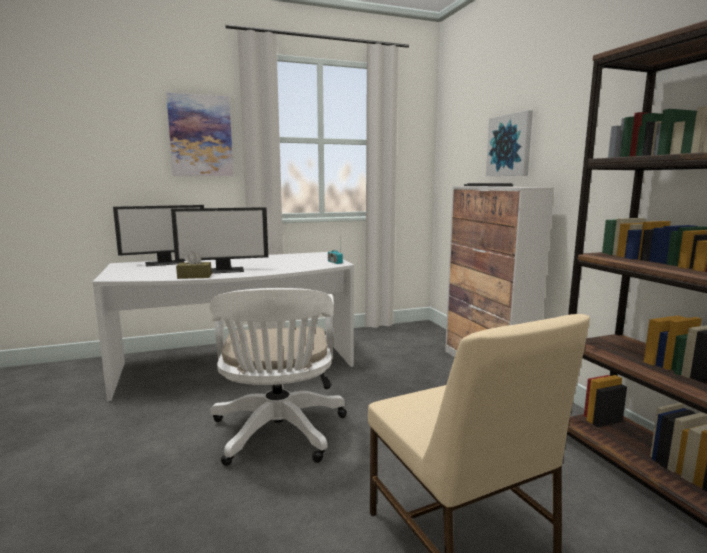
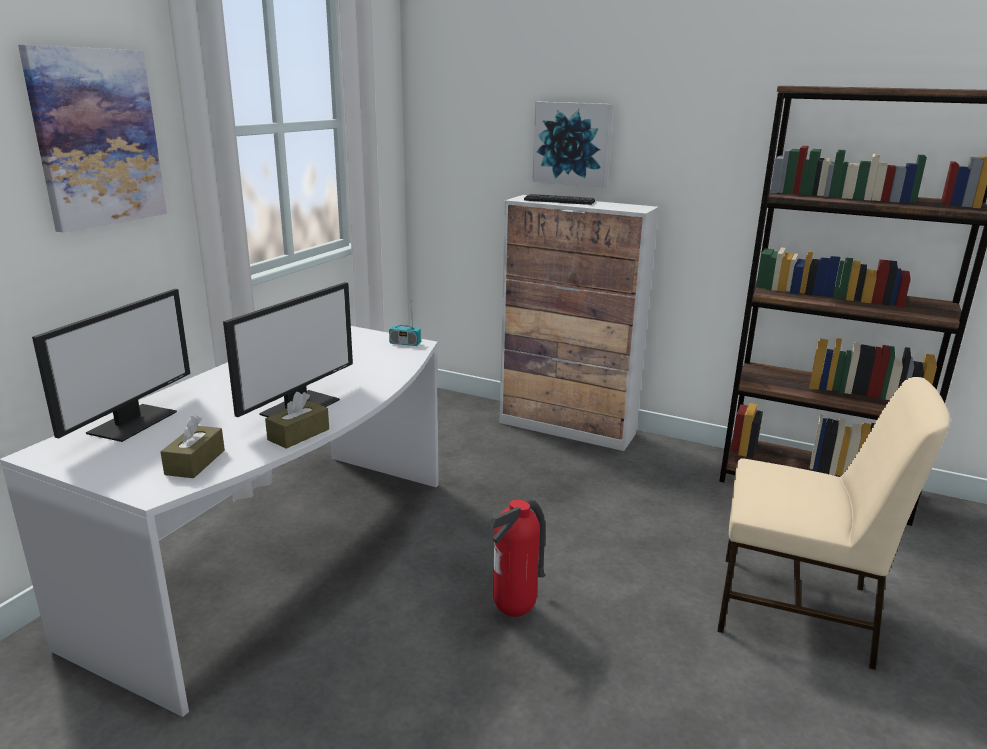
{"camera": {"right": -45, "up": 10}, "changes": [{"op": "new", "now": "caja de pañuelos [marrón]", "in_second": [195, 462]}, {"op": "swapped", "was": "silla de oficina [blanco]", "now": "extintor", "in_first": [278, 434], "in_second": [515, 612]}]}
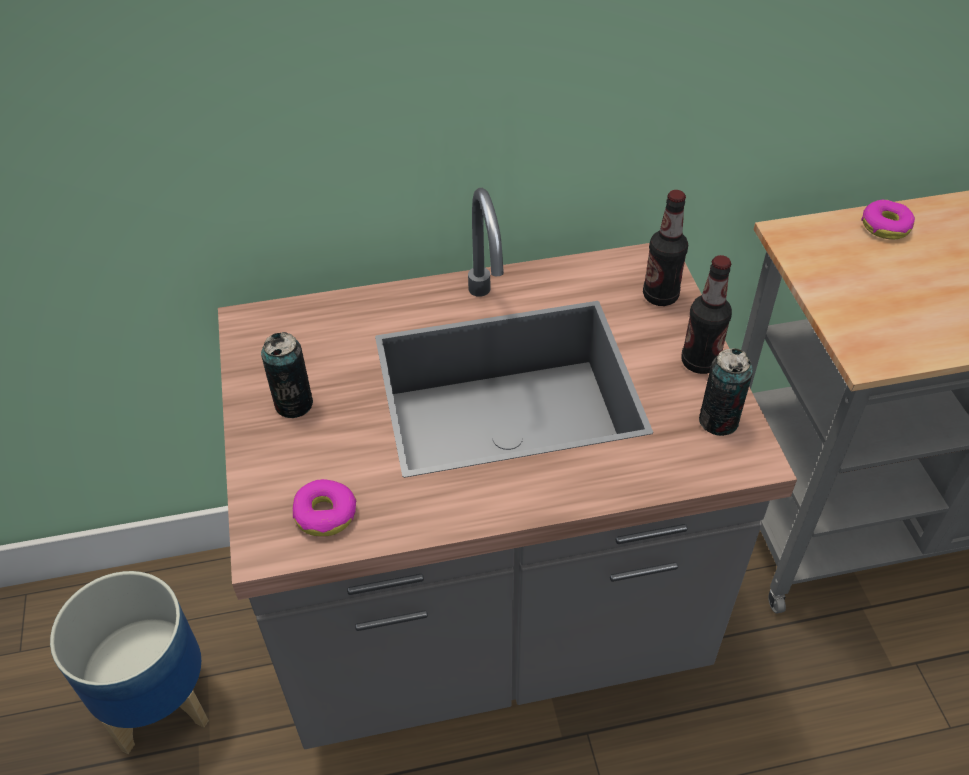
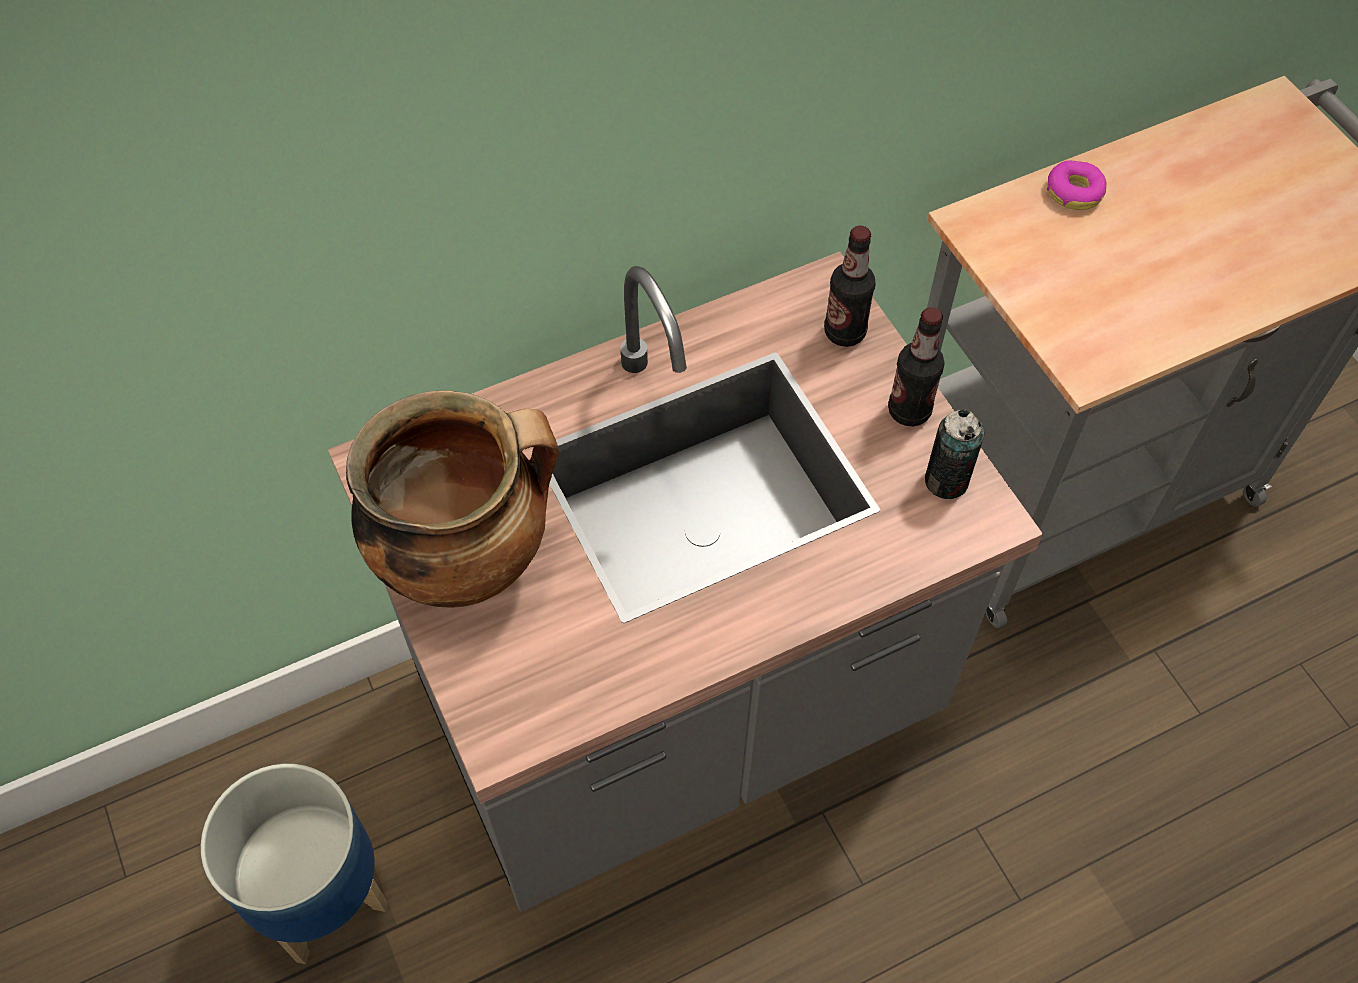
{"camera": {"right": -15, "up": 10}, "changes": [{"op": "gone", "was": "rosquilla", "in_first": [325, 514]}, {"op": "swapped", "was": "lata", "now": "olla", "in_first": [293, 404], "in_second": [467, 558]}]}
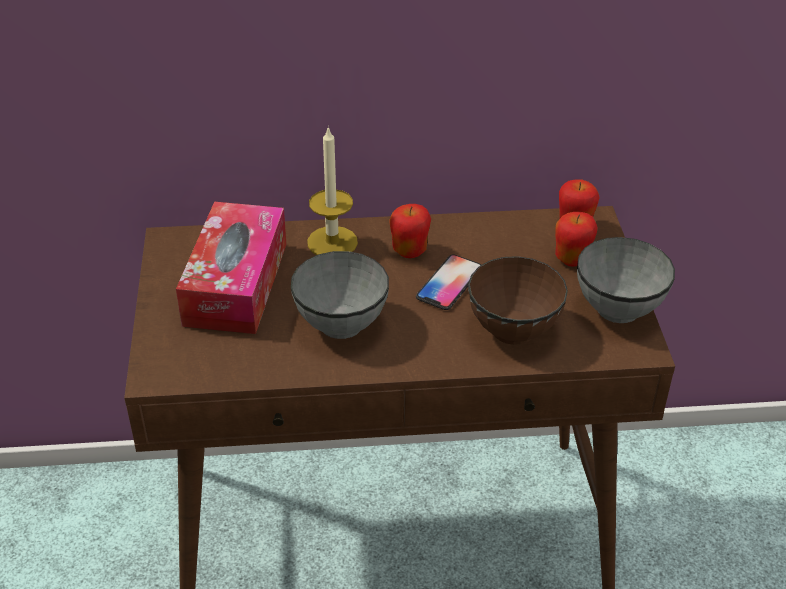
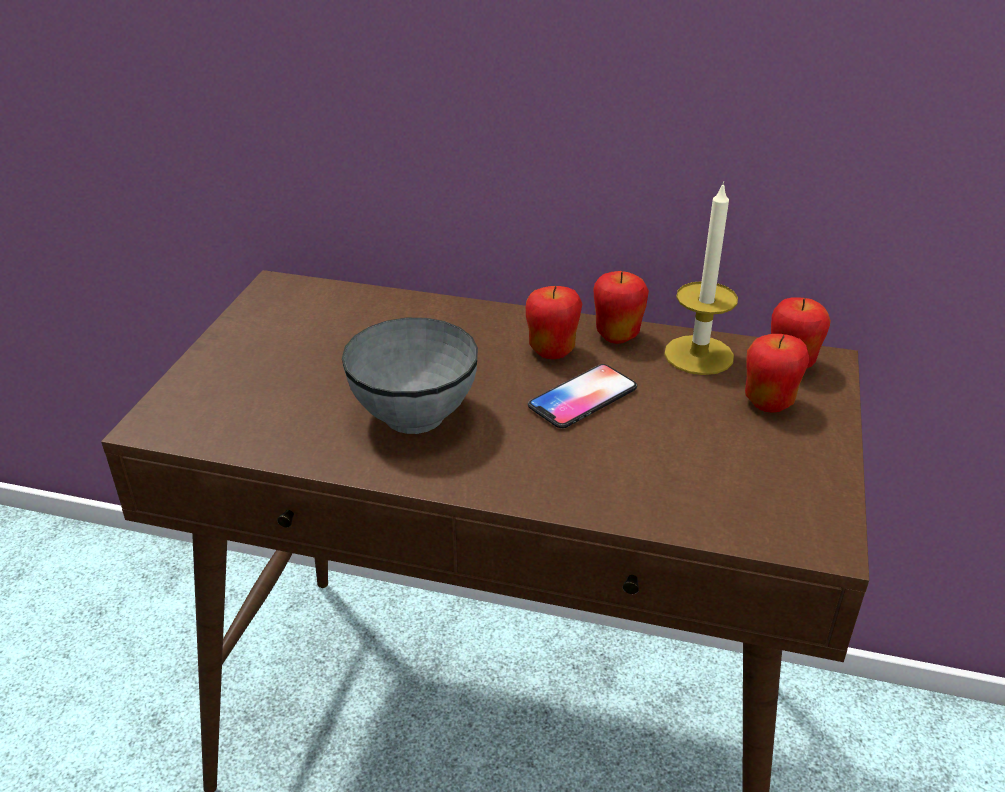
{"camera": {"right": 20, "up": -5}, "changes": [{"op": "gone", "was": "caja de pañuelos", "in_first": [236, 283]}, {"op": "gone", "was": "cuenco [marrón]", "in_first": [514, 329]}, {"op": "gone", "was": "cuenco [gris]", "in_first": [617, 308]}, {"op": "new", "now": "manzana", "in_second": [617, 335]}, {"op": "shifted", "was": "vela", "in_first": [332, 242], "in_second": [698, 355]}]}
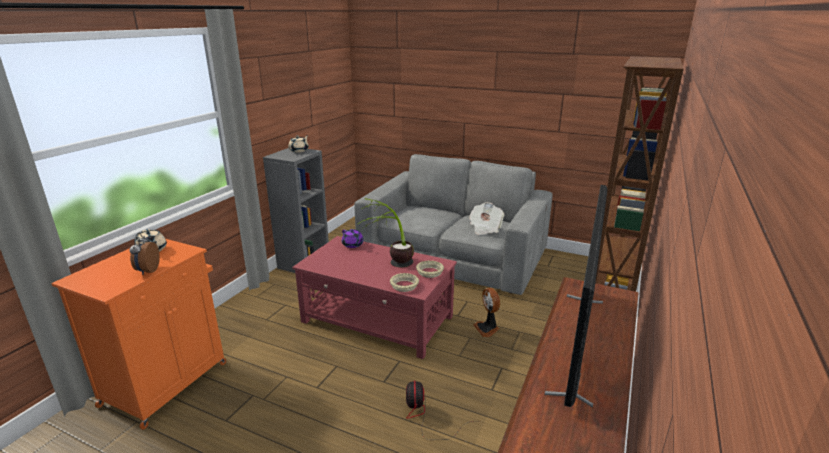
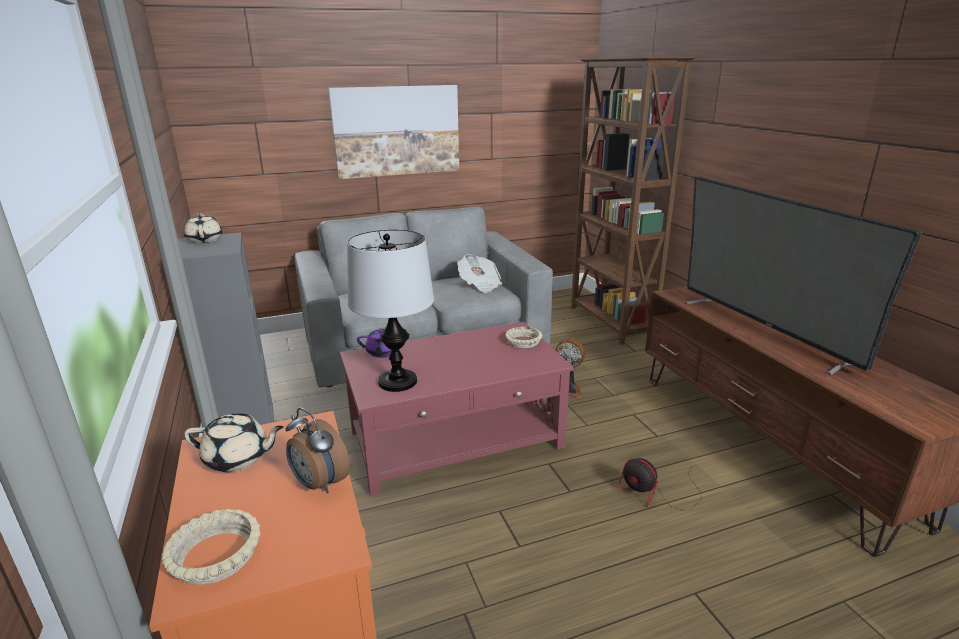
{"camera": {"right": -45, "up": 0}, "changes": [{"op": "gone", "was": "planta en maceta", "in_first": [391, 266]}, {"op": "new", "now": "cuadro", "in_second": [396, 131]}, {"op": "new", "now": "lámpara de mesa", "in_second": [398, 382]}, {"op": "shifted", "was": "cuenco [beis]", "in_first": [404, 285], "in_second": [214, 555]}]}
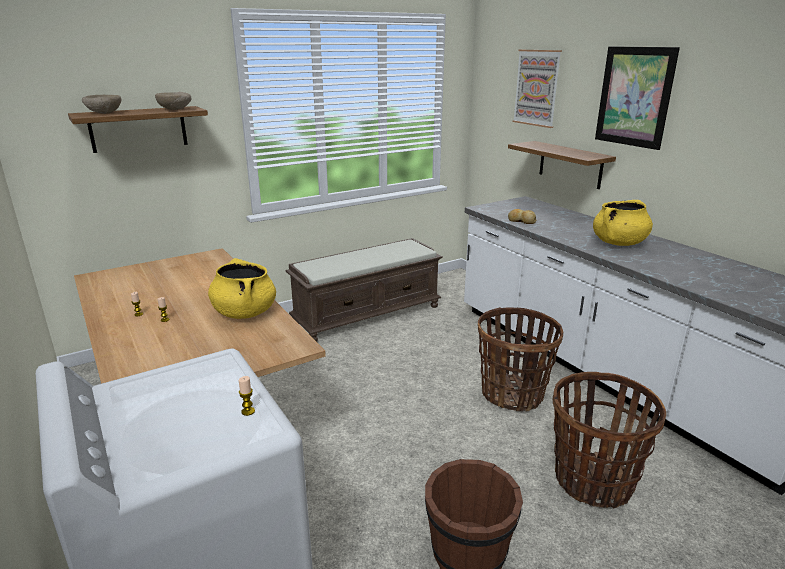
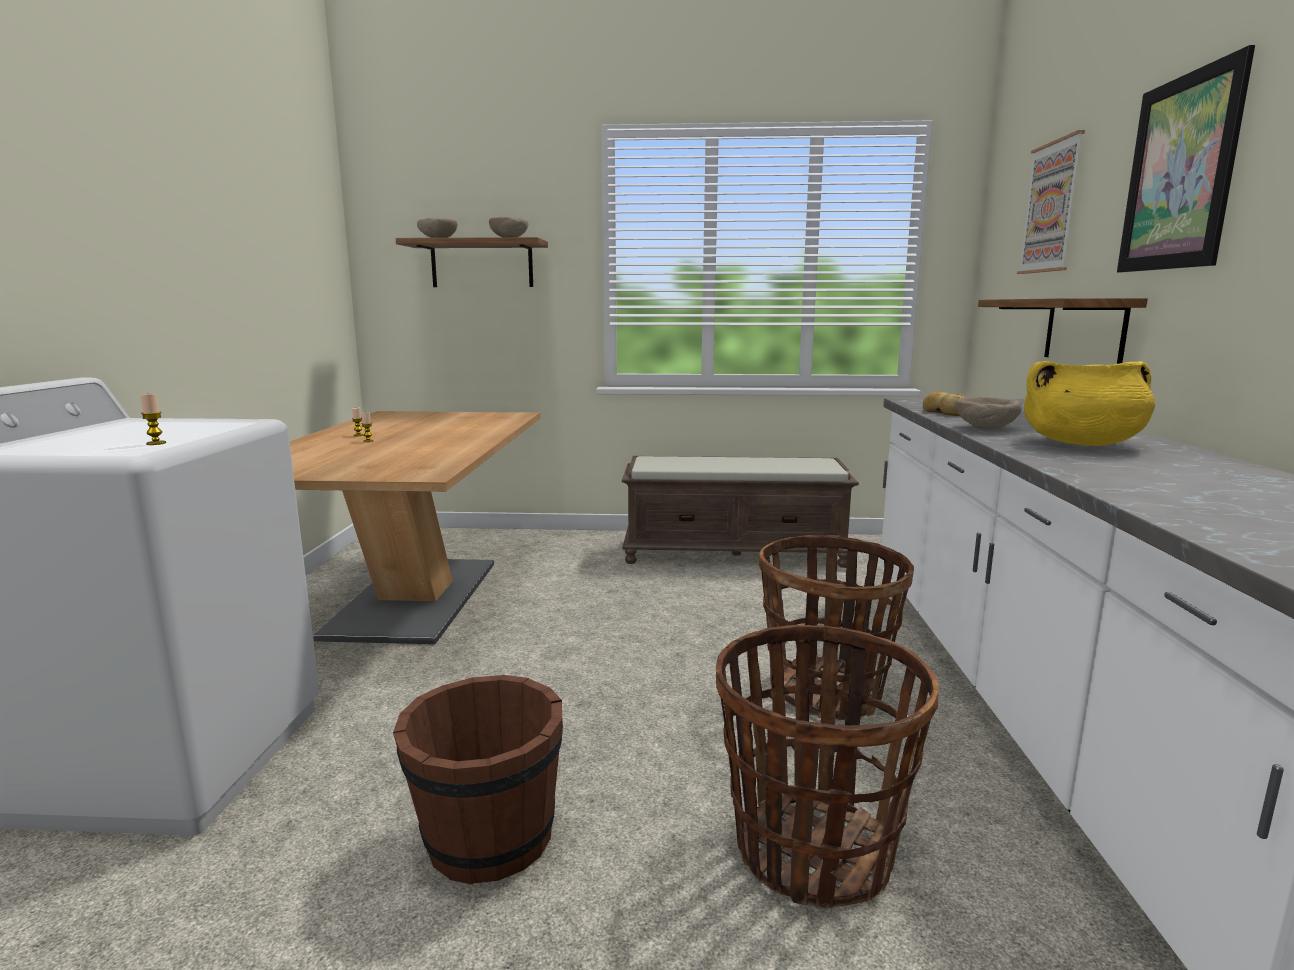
{"camera": {"right": 35, "up": -10}, "changes": [{"op": "gone", "was": "olla [amarillo]", "in_first": [244, 312]}, {"op": "new", "now": "cuenco [beis]", "in_second": [984, 429]}]}
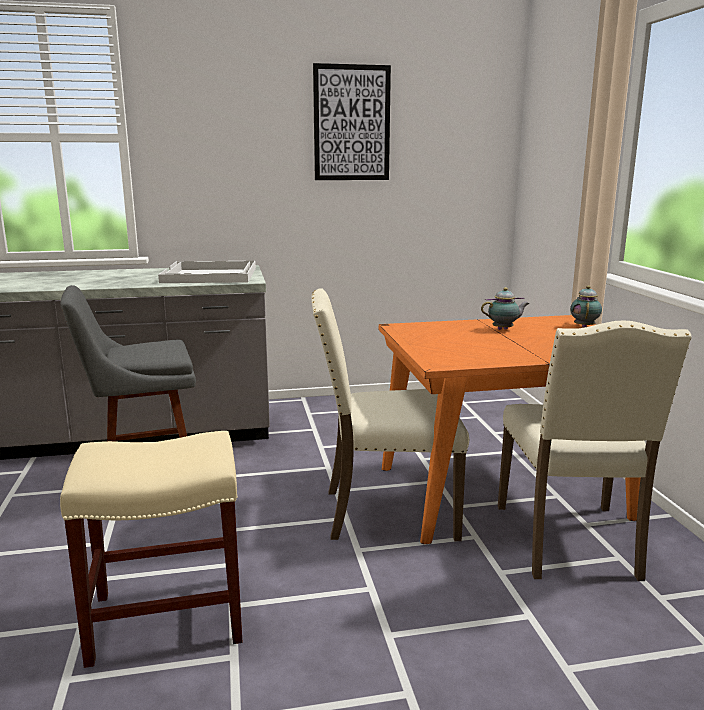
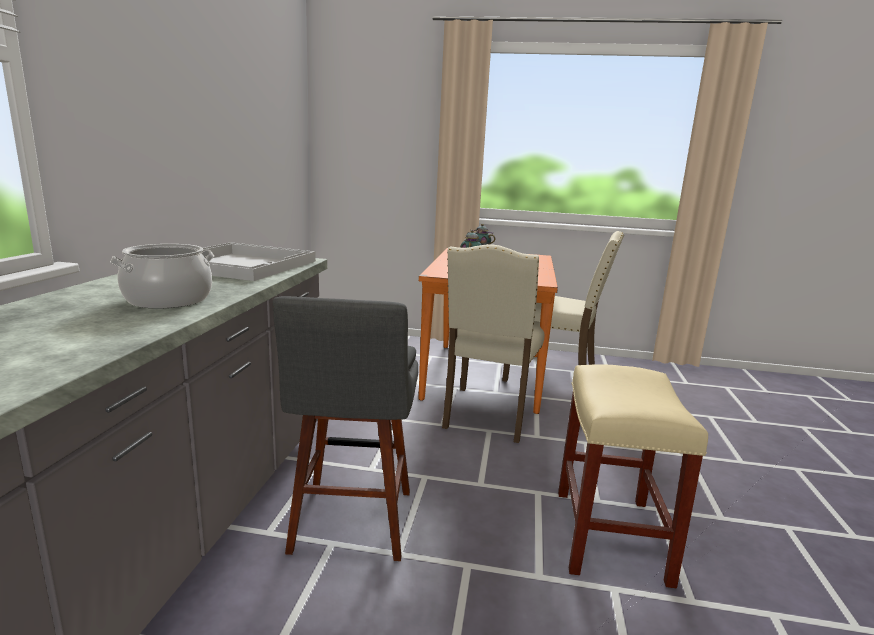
{"camera": {"right": -70, "up": 0}, "changes": [{"op": "gone", "was": "cuadro", "in_first": [351, 123]}, {"op": "new", "now": "olla", "in_second": [168, 300]}]}
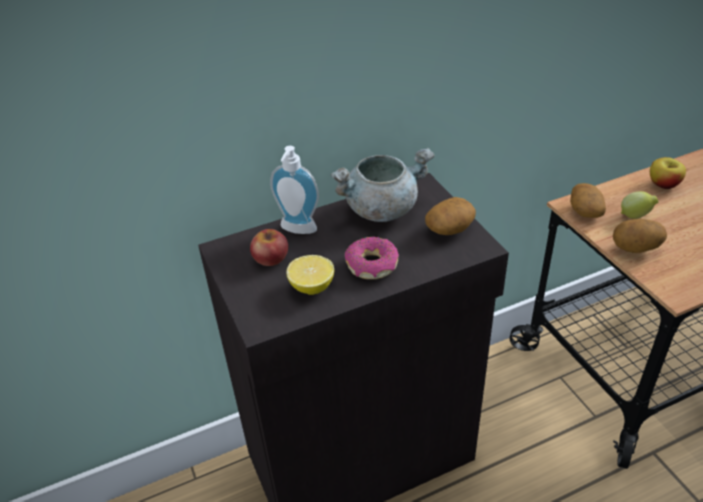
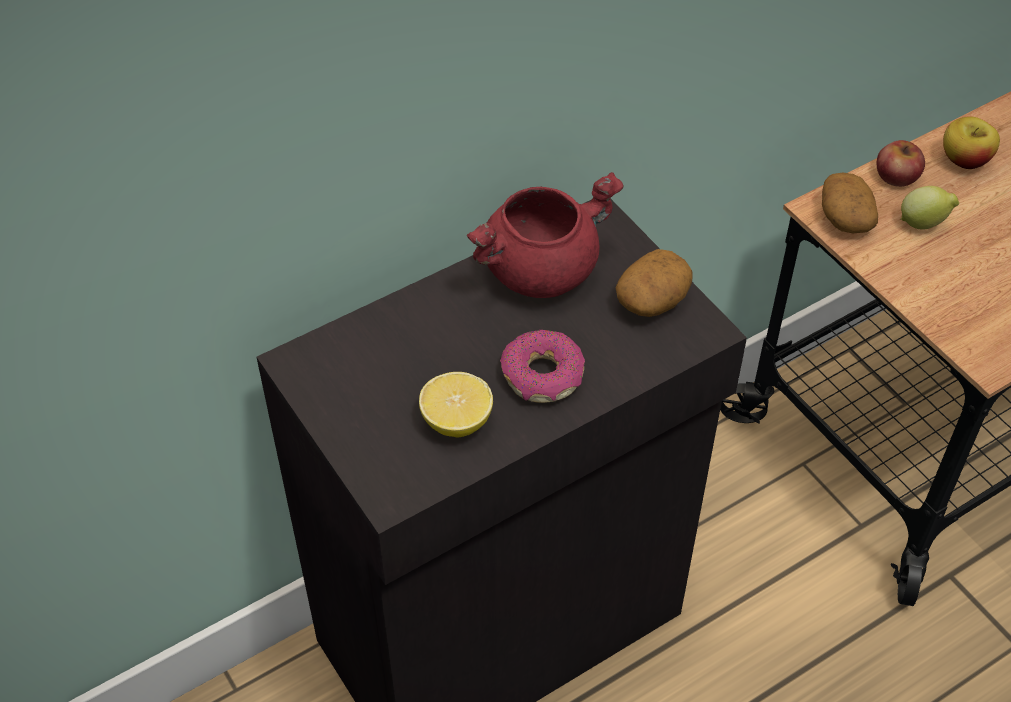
{"camera": {"right": -10, "up": 10}, "changes": [{"op": "gone", "was": "dispensador de jabón", "in_first": [297, 230]}, {"op": "gone", "was": "patata", "in_first": [635, 249]}, {"op": "shifted", "was": "manzana", "in_first": [270, 257], "in_second": [897, 175]}, {"op": "repainted", "was": "olla [gris]", "now": "olla [rojo]", "in_first": [382, 208], "in_second": [540, 268]}]}
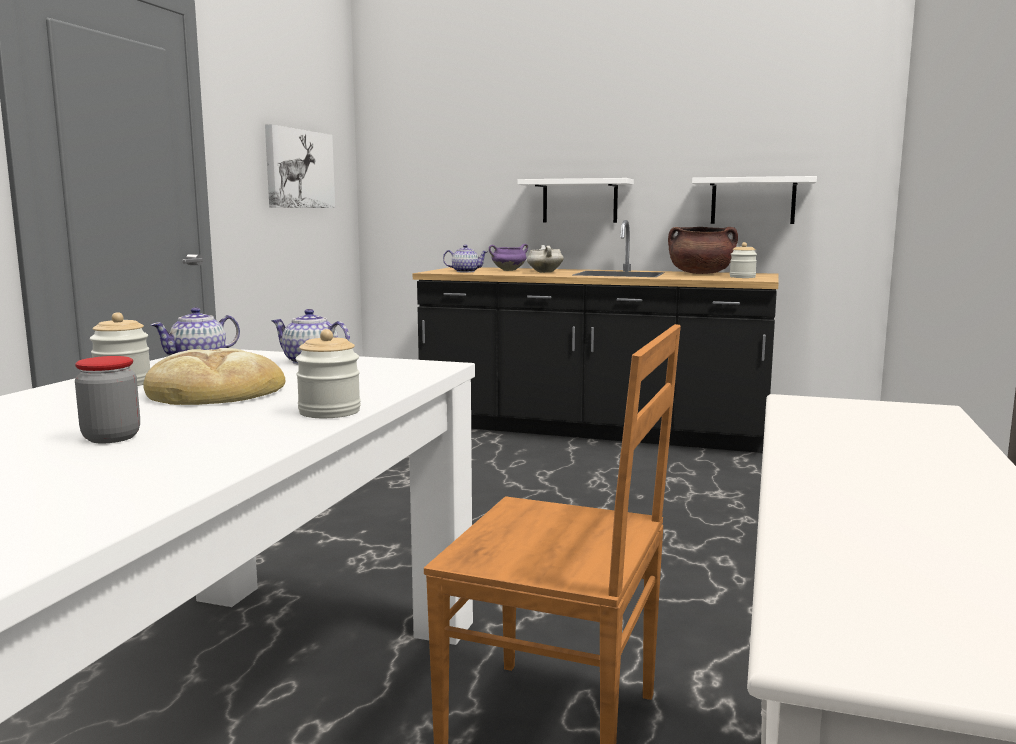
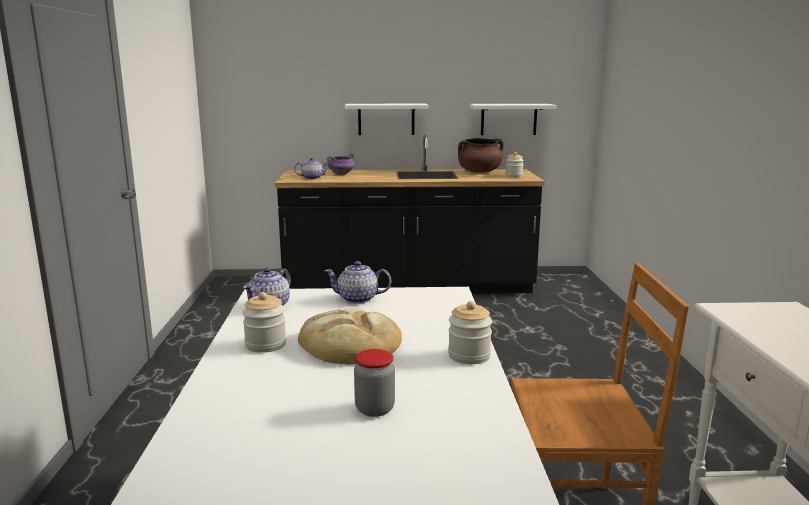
{"camera": {"right": -20, "up": 5}, "changes": [{"op": "gone", "was": "cuadro", "in_first": [299, 169]}, {"op": "gone", "was": "olla [blanco]", "in_first": [544, 272]}]}
